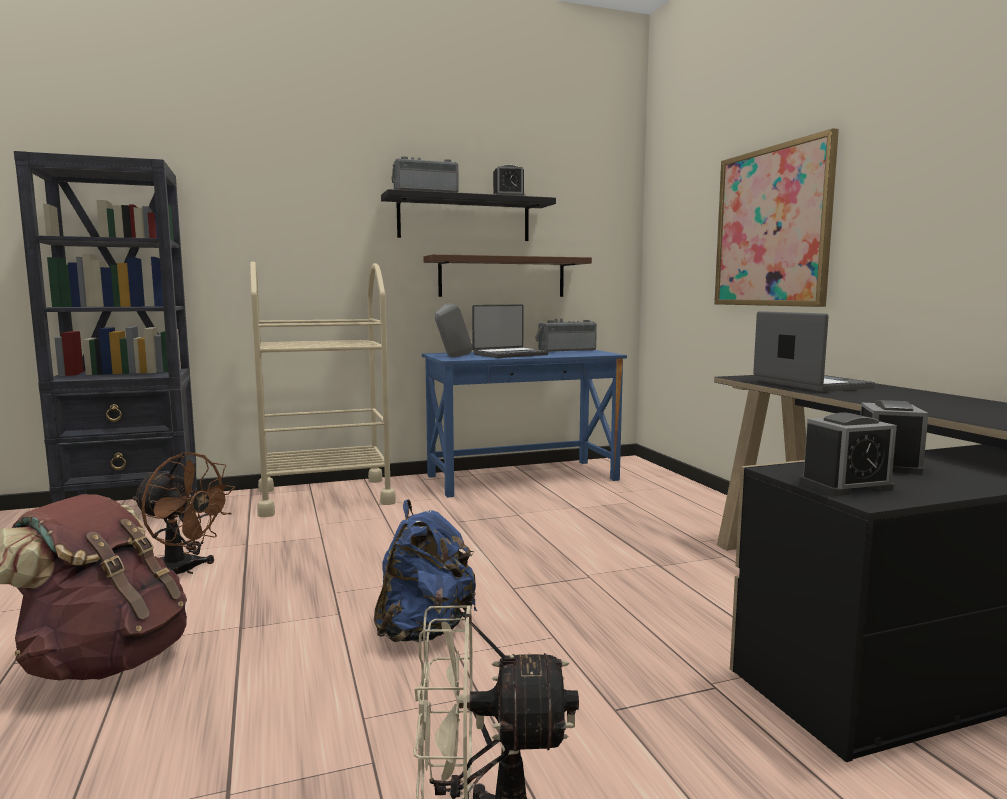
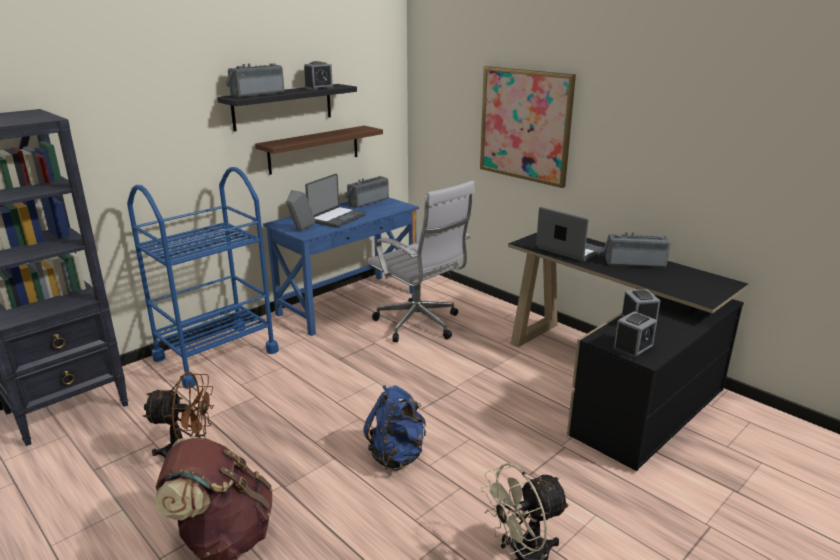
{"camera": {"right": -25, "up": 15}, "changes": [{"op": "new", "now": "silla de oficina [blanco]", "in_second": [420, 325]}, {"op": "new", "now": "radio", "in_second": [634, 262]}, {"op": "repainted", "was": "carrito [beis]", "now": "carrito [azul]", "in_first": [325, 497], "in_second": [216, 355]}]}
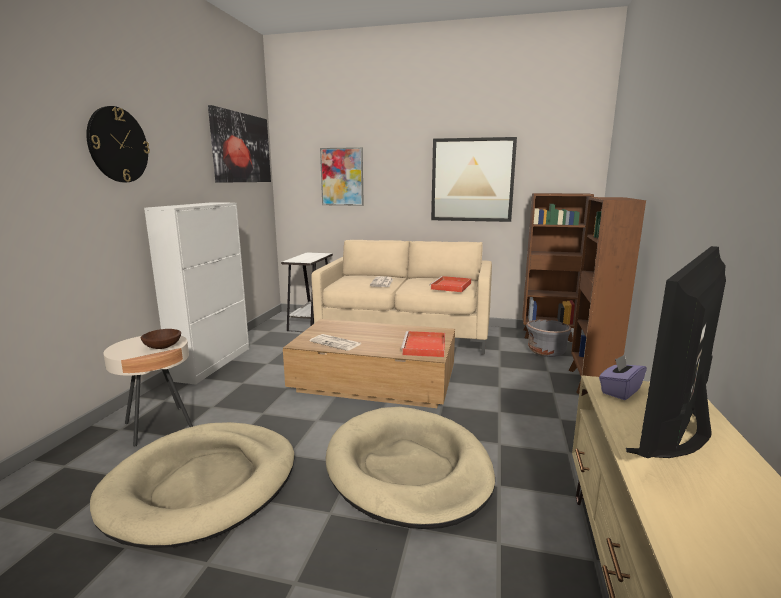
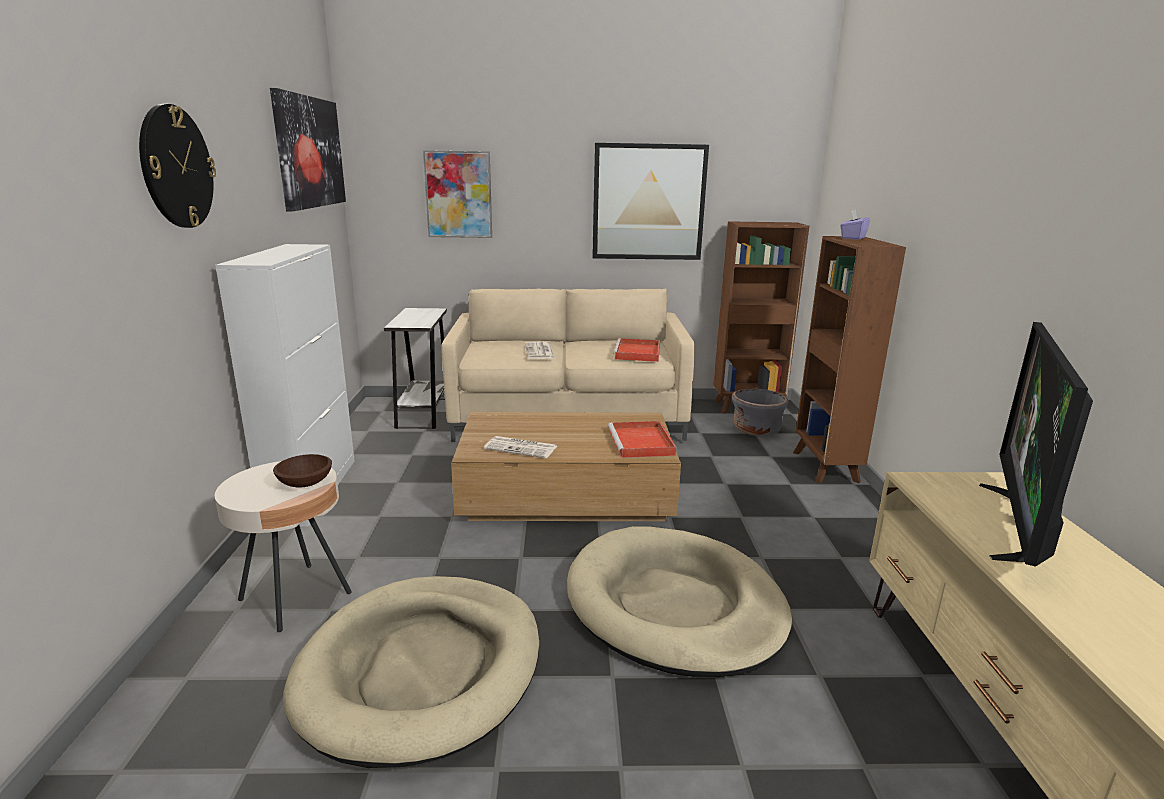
{"camera": {"right": -15, "up": 5}, "changes": [{"op": "shifted", "was": "caja de pañuelos [morado]", "in_first": [620, 391], "in_second": [852, 238]}]}
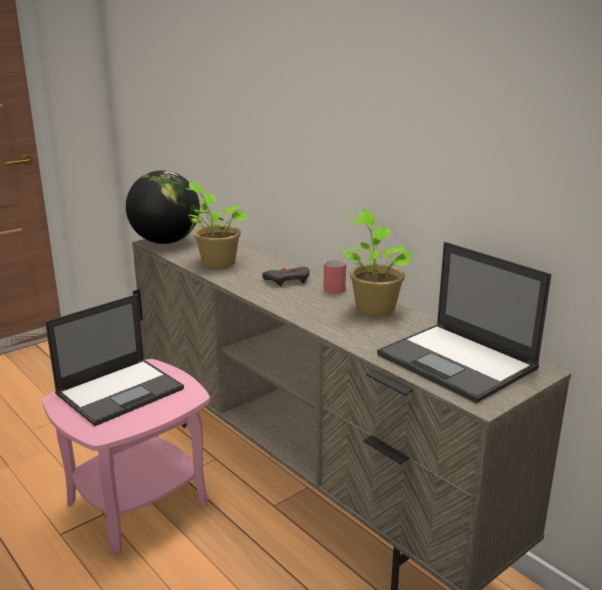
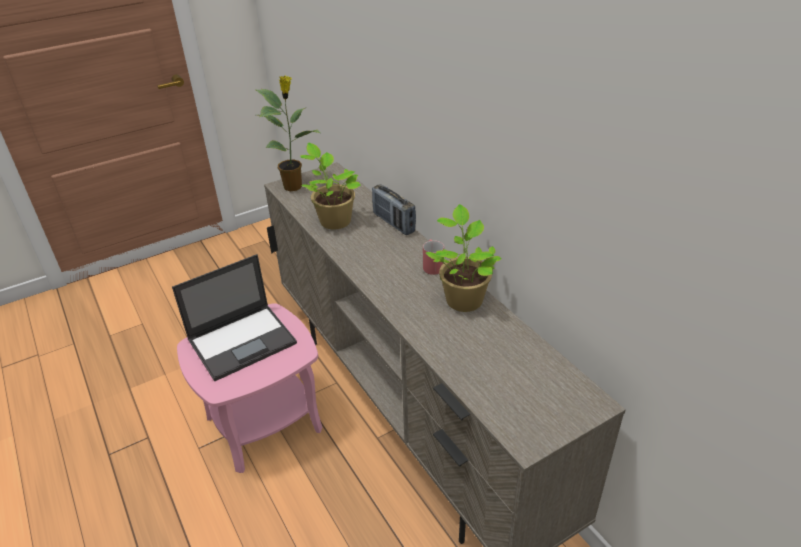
{"camera": {"right": 10, "up": 15}, "changes": [{"op": "gone", "was": "mando de consola [gris]", "in_first": [288, 280]}, {"op": "gone", "was": "portátil", "in_first": [458, 362]}, {"op": "new", "now": "radio", "in_second": [393, 223]}, {"op": "swapped", "was": "globo terráqueo", "now": "planta en maceta", "in_first": [165, 242], "in_second": [294, 186]}]}
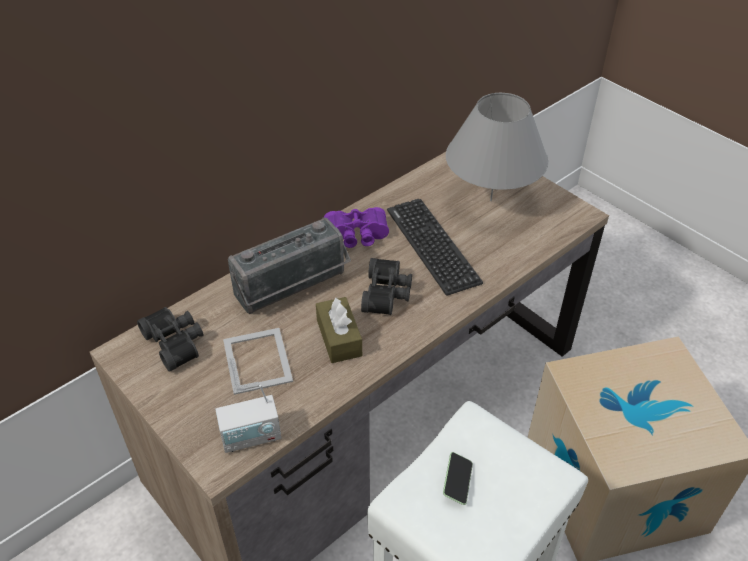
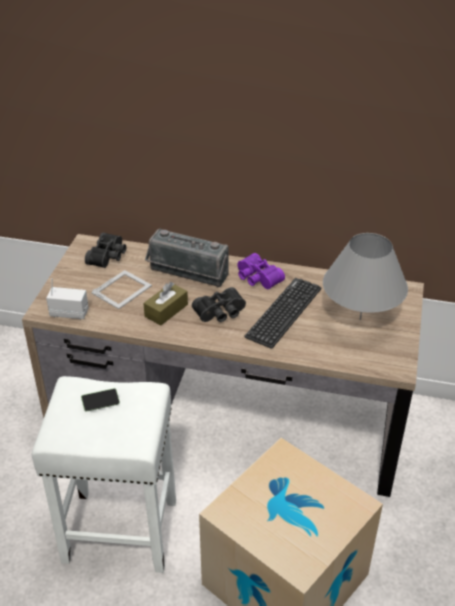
{"camera": {"right": 55, "up": -5}, "changes": [{"op": "rotated", "was": "radio", "in_first": [251, 437], "in_second": [69, 313], "clockwise": 150}]}
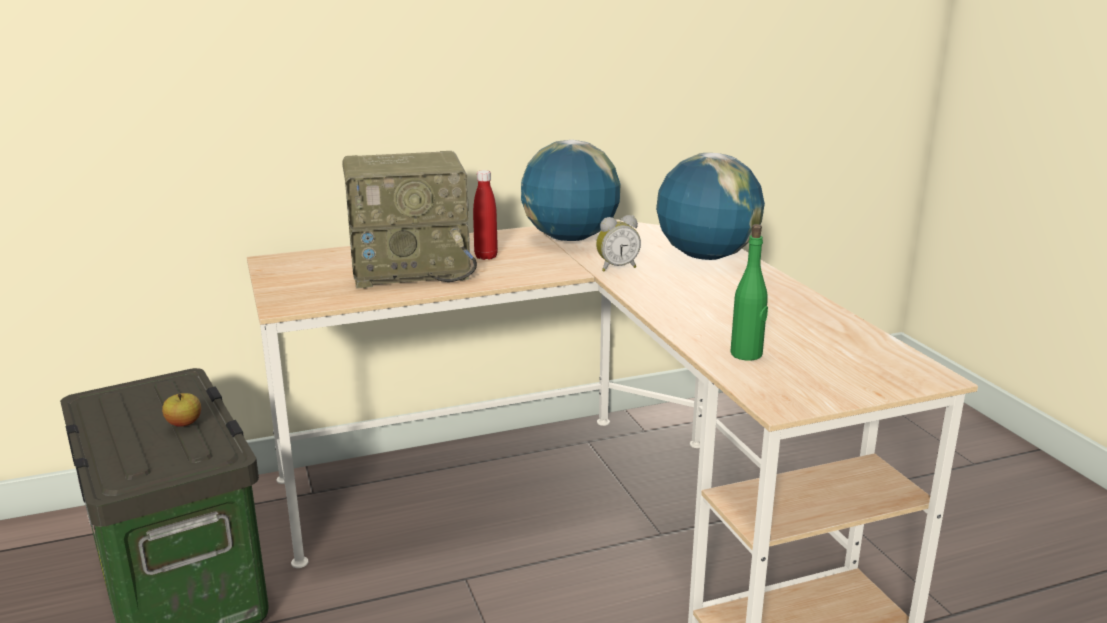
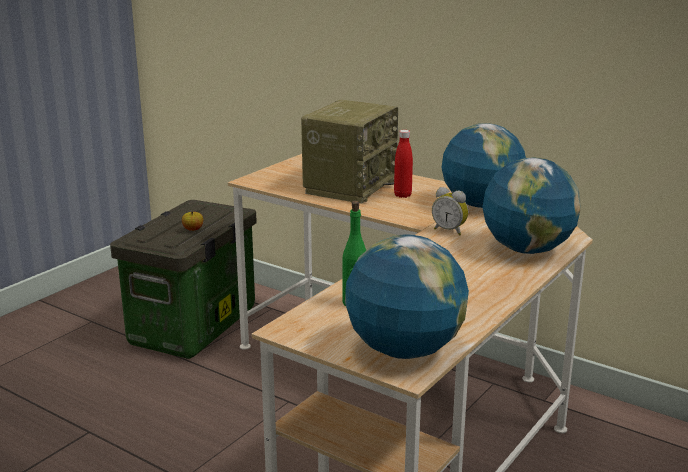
{"camera": {"right": 55, "up": 0}, "changes": [{"op": "new", "now": "globo terráqueo", "in_second": [404, 350]}, {"op": "rotated", "was": "radio", "in_first": [411, 268], "in_second": [350, 186], "clockwise": -105}]}
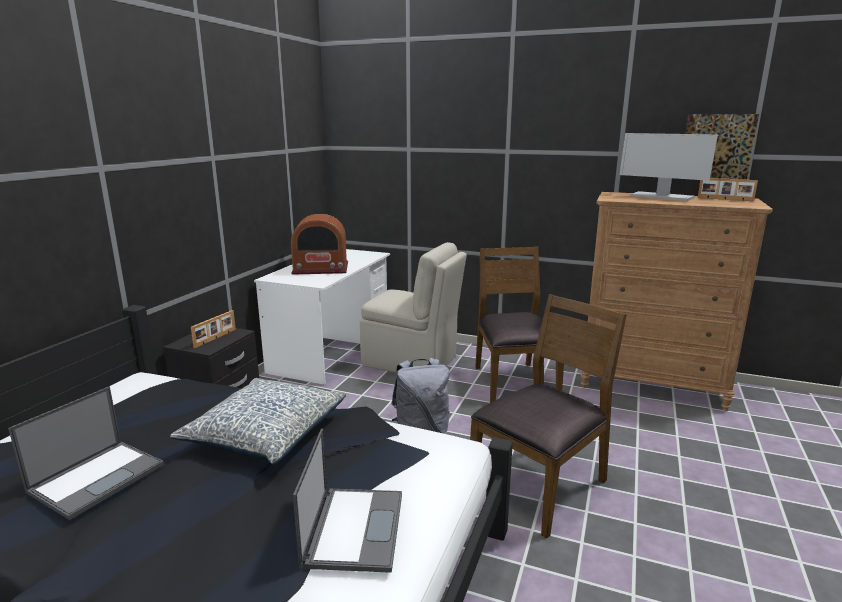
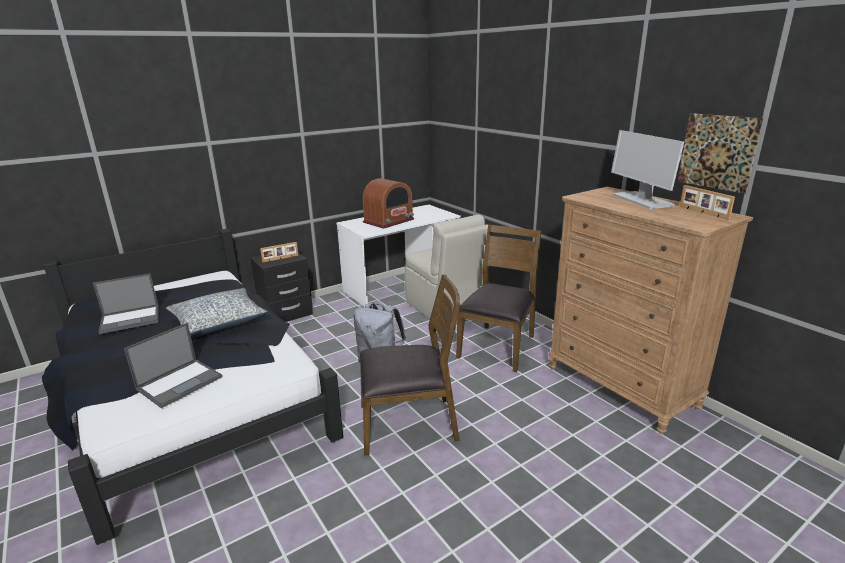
{"camera": {"right": 35, "up": 5}, "changes": [{"op": "rotated", "was": "radio", "in_first": [320, 268], "in_second": [389, 221], "clockwise": -75}]}
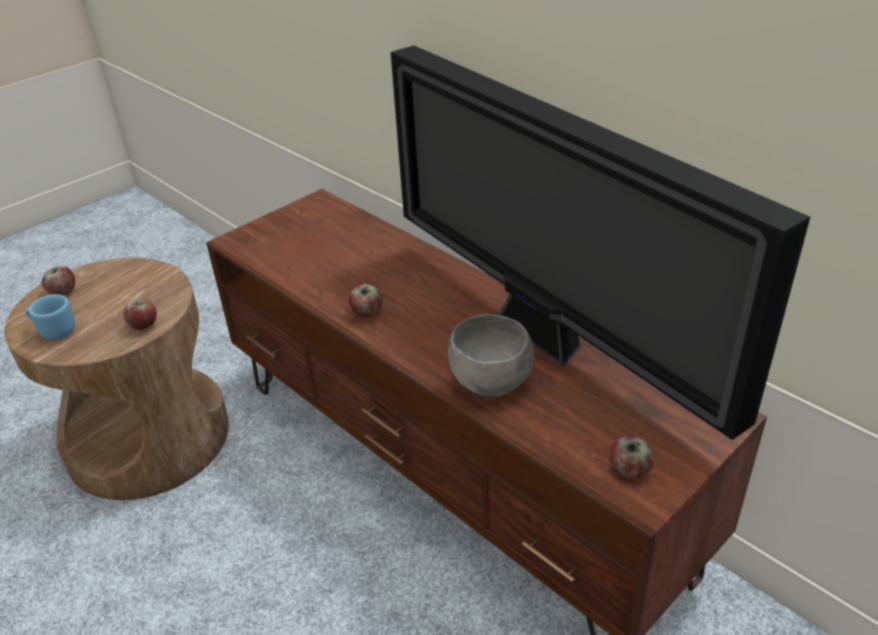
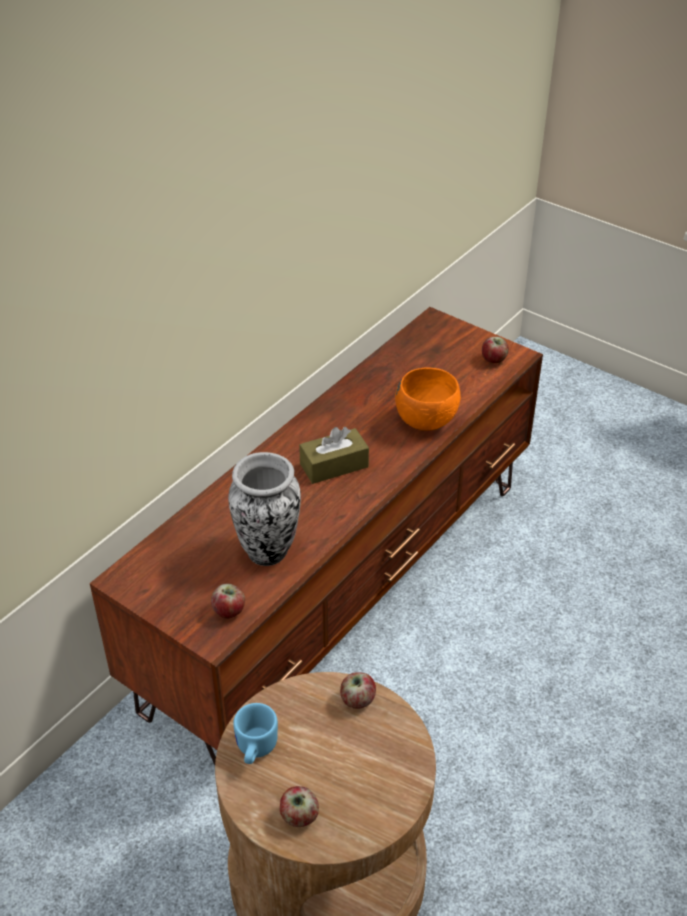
{"camera": {"right": -100, "up": 5}, "changes": [{"op": "gone", "was": "televisor", "in_first": [543, 339]}, {"op": "new", "now": "florero", "in_second": [268, 551]}, {"op": "new", "now": "caja de pañuelos [marrón]", "in_second": [334, 465]}, {"op": "shifted", "was": "taza grande [azul]", "in_first": [54, 331], "in_second": [254, 749]}, {"op": "shifted", "was": "manzana", "in_first": [367, 313], "in_second": [229, 611]}, {"op": "repainted", "was": "cuenco [gris]", "now": "cuenco [naranja]", "in_first": [492, 384], "in_second": [426, 421]}]}
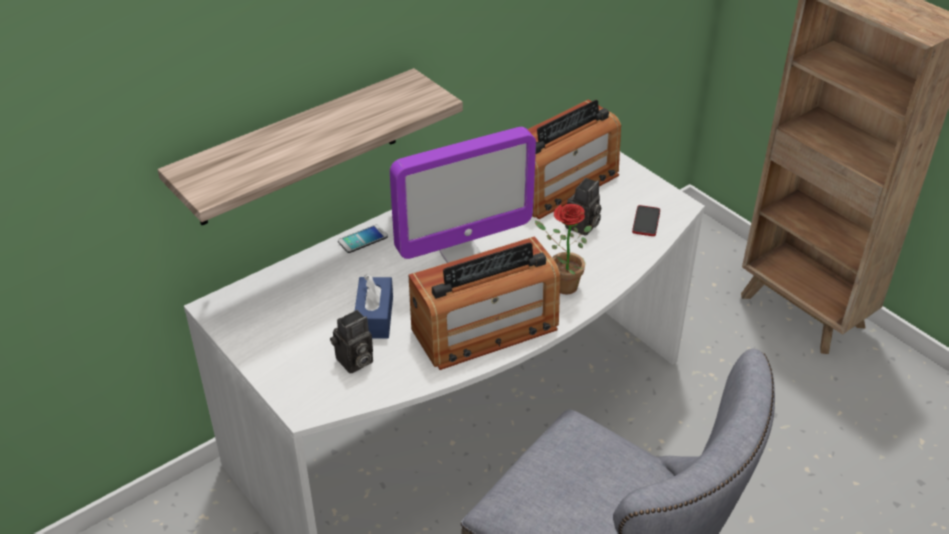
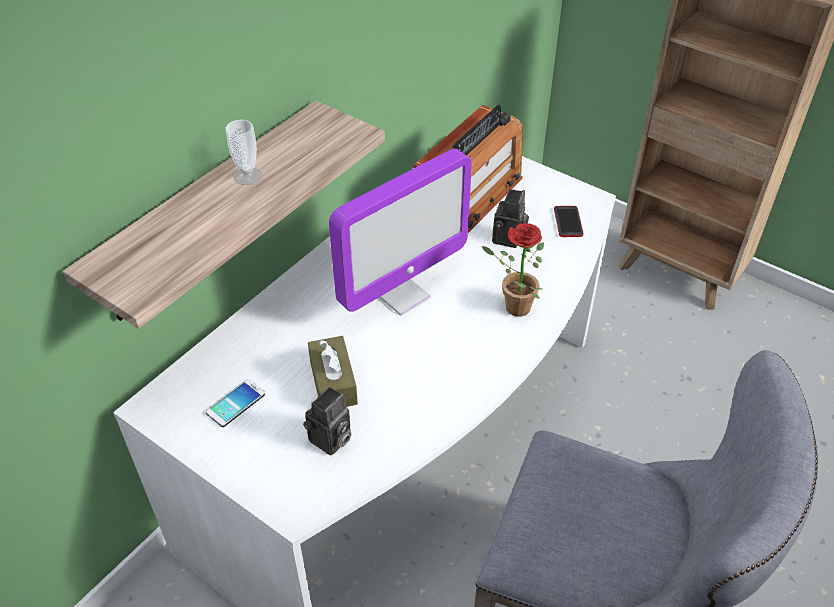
{"camera": {"right": -15, "up": 5}, "changes": [{"op": "gone", "was": "radio", "in_first": [485, 329]}, {"op": "new", "now": "taza", "in_second": [247, 176]}, {"op": "shifted", "was": "móvil", "in_first": [363, 239], "in_second": [235, 403]}, {"op": "repainted", "was": "caja de pañuelos [azul]", "now": "caja de pañuelos [marrón]", "in_first": [374, 317], "in_second": [333, 382]}]}
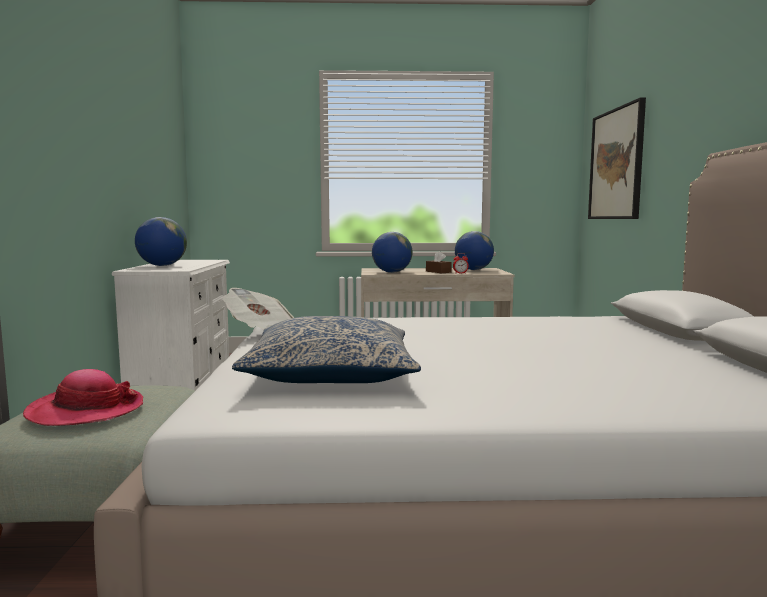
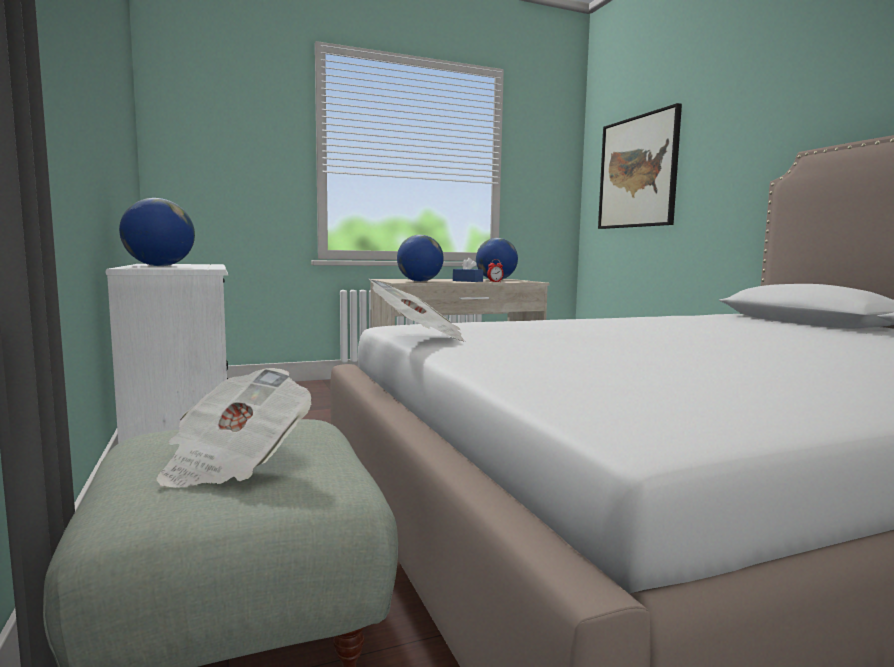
{"camera": {"right": -20, "up": 0}, "changes": [{"op": "gone", "was": "cojín", "in_first": [331, 372]}, {"op": "swapped", "was": "sombrero", "now": "periódico", "in_first": [86, 410], "in_second": [234, 463]}, {"op": "repainted", "was": "caja de pañuelos [marrón]", "now": "caja de pañuelos [azul]", "in_first": [438, 272], "in_second": [467, 281]}]}
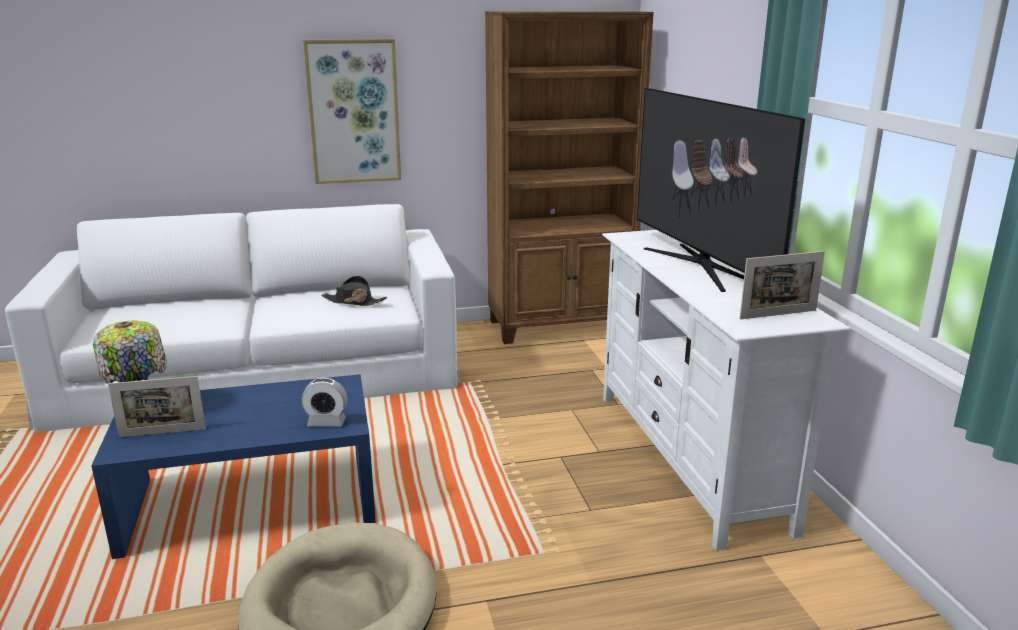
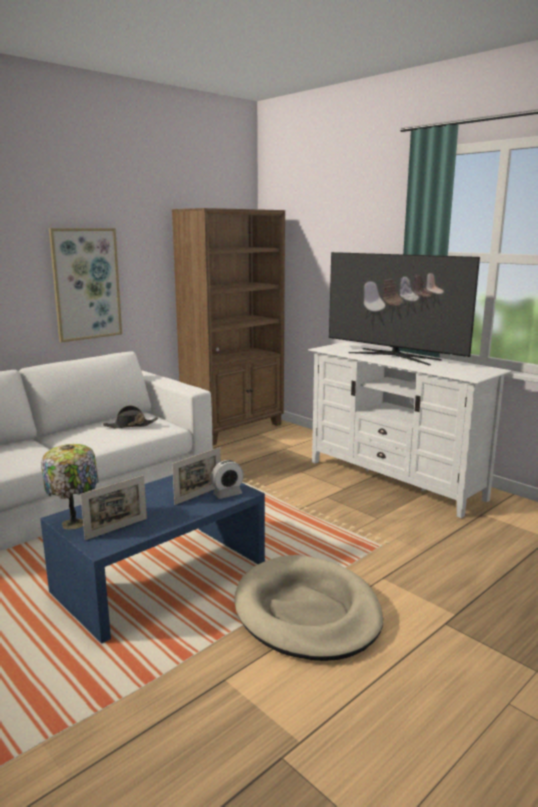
{"camera": {"right": -30, "up": -5}, "changes": [{"op": "shifted", "was": "portarretratos", "in_first": [778, 314], "in_second": [198, 495]}]}
